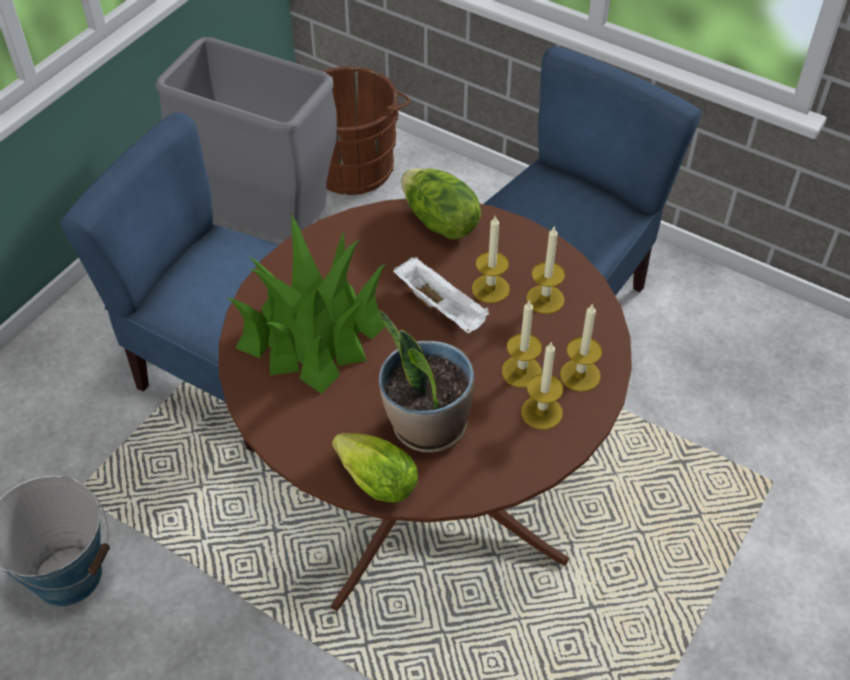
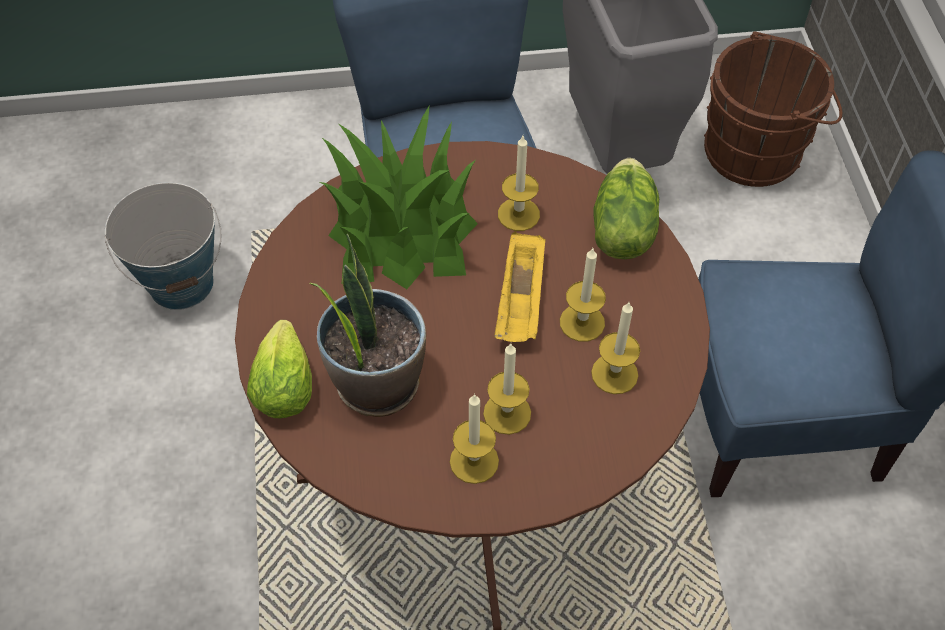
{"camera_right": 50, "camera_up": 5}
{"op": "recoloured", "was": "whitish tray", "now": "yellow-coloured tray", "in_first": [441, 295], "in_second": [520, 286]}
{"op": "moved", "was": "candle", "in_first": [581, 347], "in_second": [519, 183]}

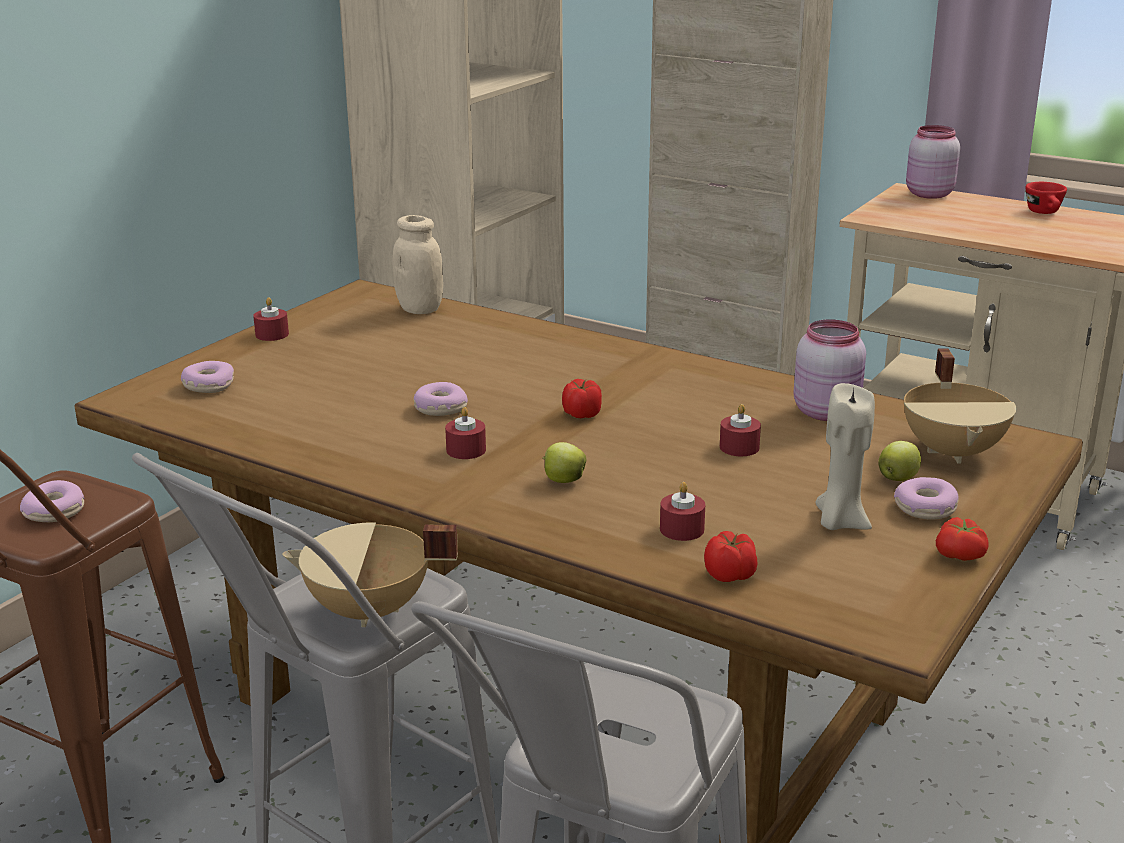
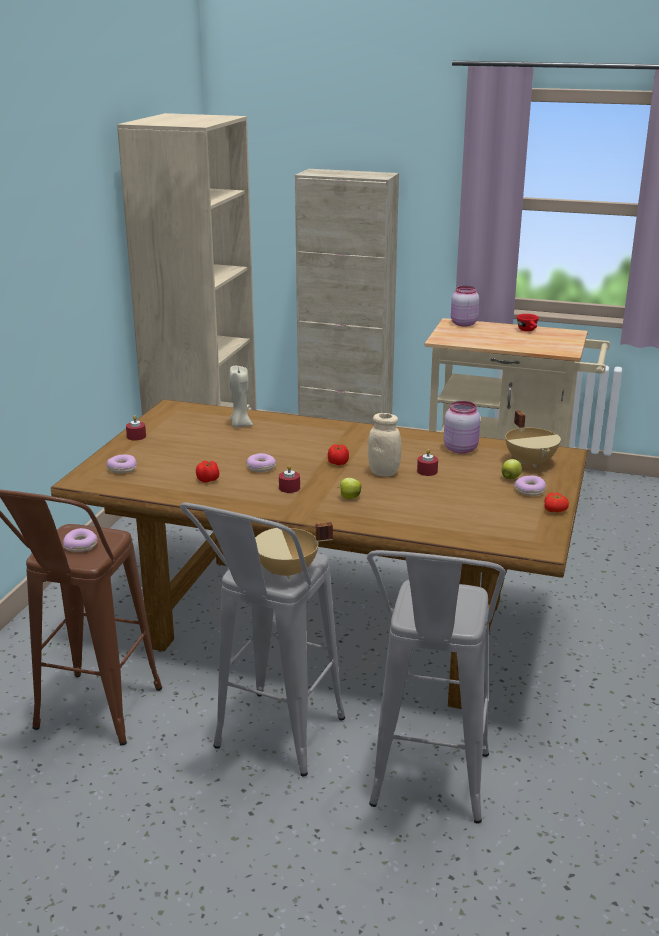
{"camera_right": -15, "camera_up": 0}
{"op": "moved", "was": "sand-coloured preserve jar", "in_first": [418, 264], "in_second": [384, 445]}
{"op": "moved", "was": "sand-coloured candle", "in_first": [845, 456], "in_second": [241, 397]}
{"op": "removed", "was": "red candle", "in_first": [682, 511]}
{"op": "moved", "was": "whole tomato", "in_first": [731, 556], "in_second": [207, 472]}

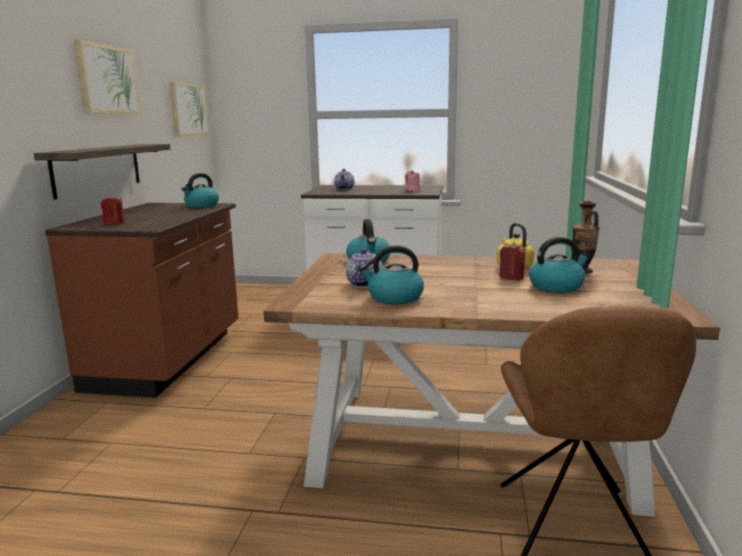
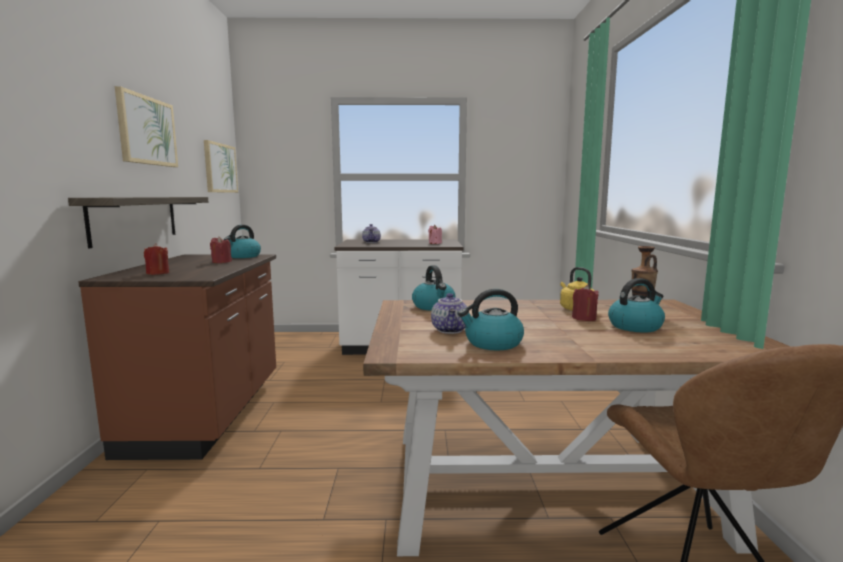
{"camera_right": -10, "camera_up": -5}
{"op": "added", "now": "red candle", "in_second": [221, 249]}

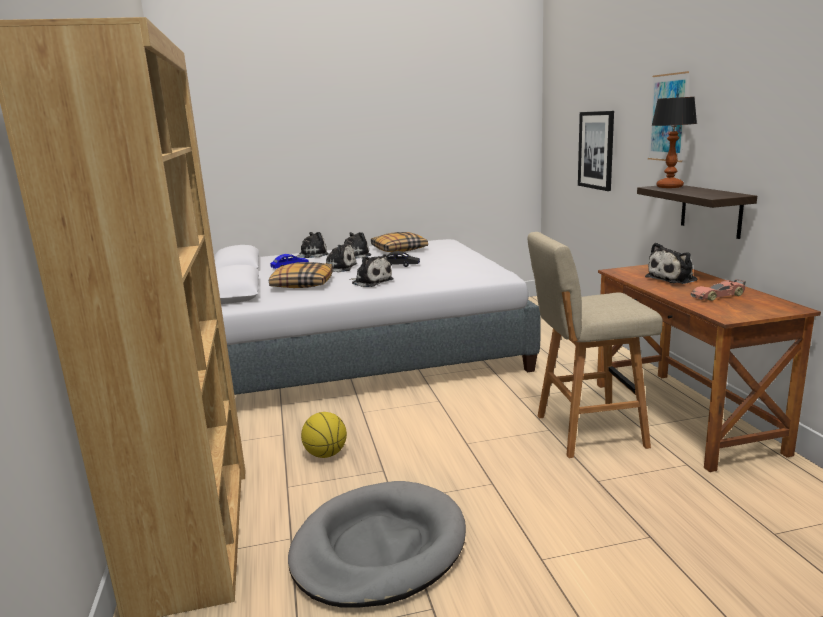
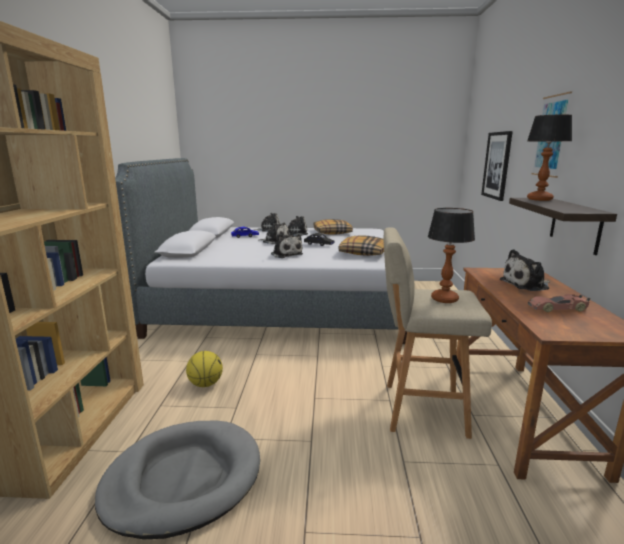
{"camera_right": 15, "camera_up": 0}
{"op": "moved", "was": "cushion", "in_first": [301, 275], "in_second": [361, 245]}
{"op": "added", "now": "tabletop lamp", "in_second": [451, 255]}

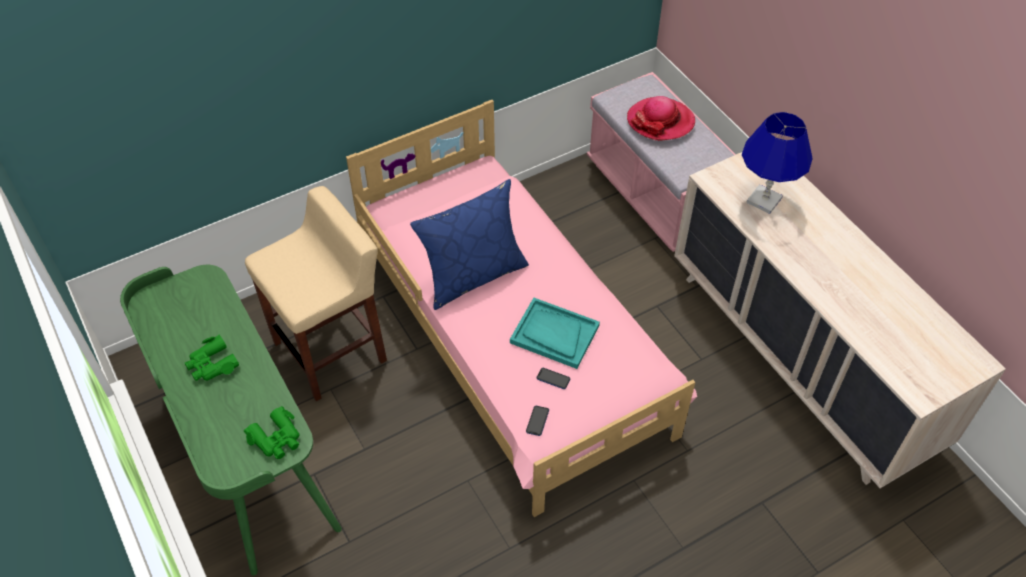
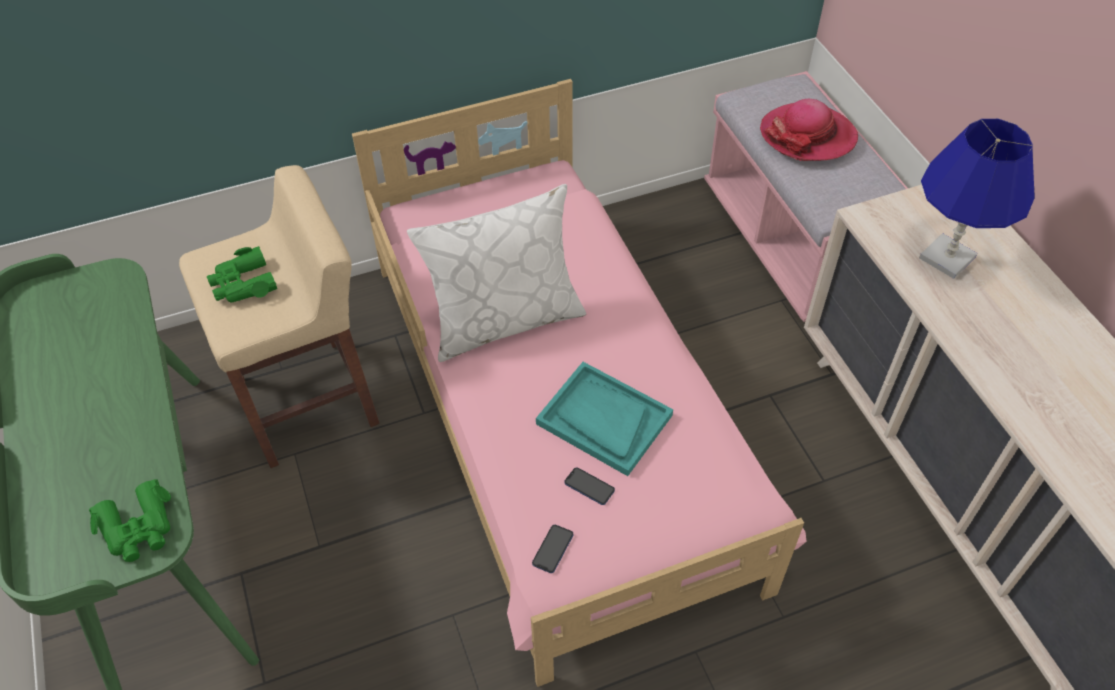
{"camera_right": 10, "camera_up": 0}
{"op": "recoloured", "was": "bluish cushion", "now": "whitish cushion", "in_first": [469, 244], "in_second": [496, 273]}
{"op": "moved", "was": "green pair of binoculars", "in_first": [212, 357], "in_second": [242, 274]}

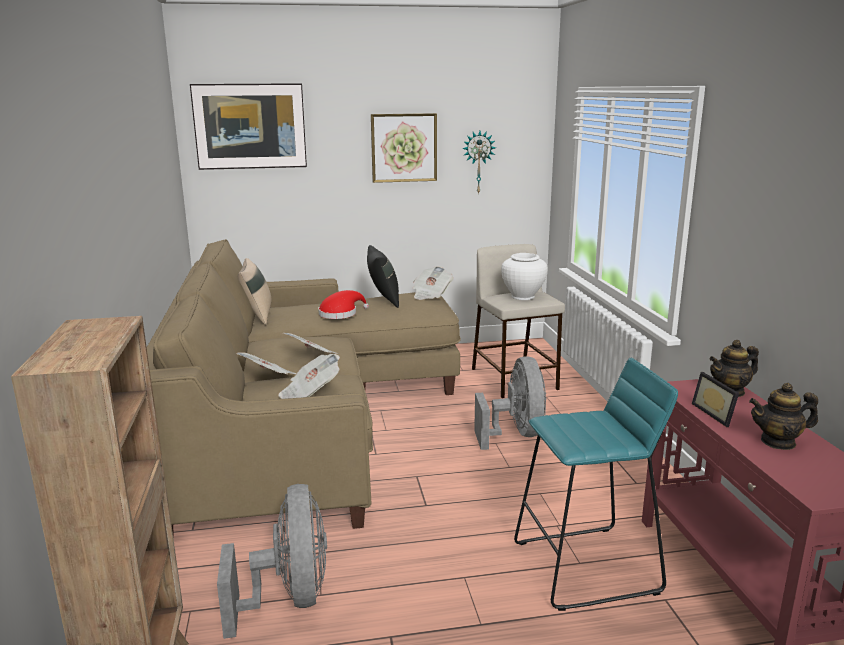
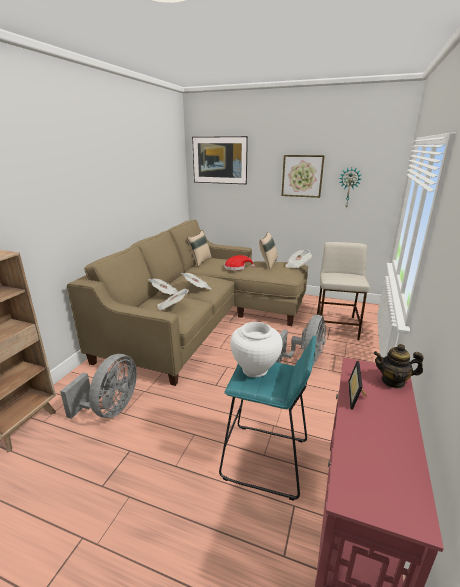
{"camera_right": 30, "camera_up": 5}
{"op": "recoloured", "was": "black-coloured cushion", "now": "sand-coloured cushion", "in_first": [383, 276], "in_second": [268, 251]}
{"op": "moved", "was": "whitish flower vase", "in_first": [524, 276], "in_second": [256, 349]}
{"op": "removed", "was": "teapot", "in_first": [783, 416]}

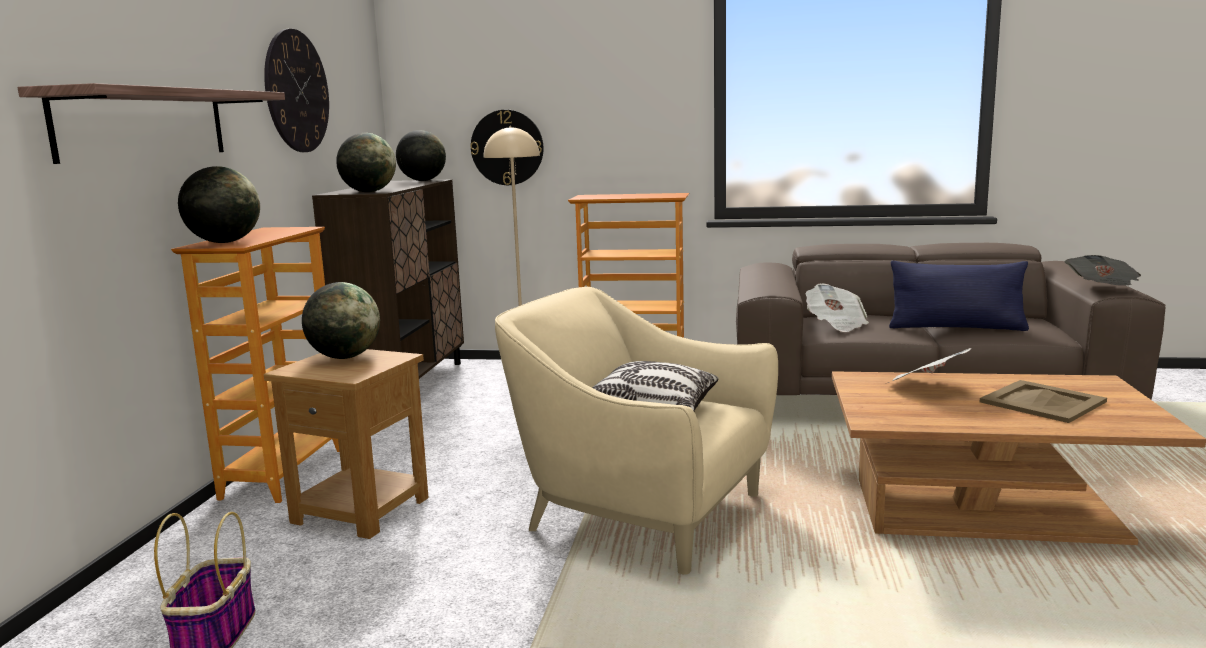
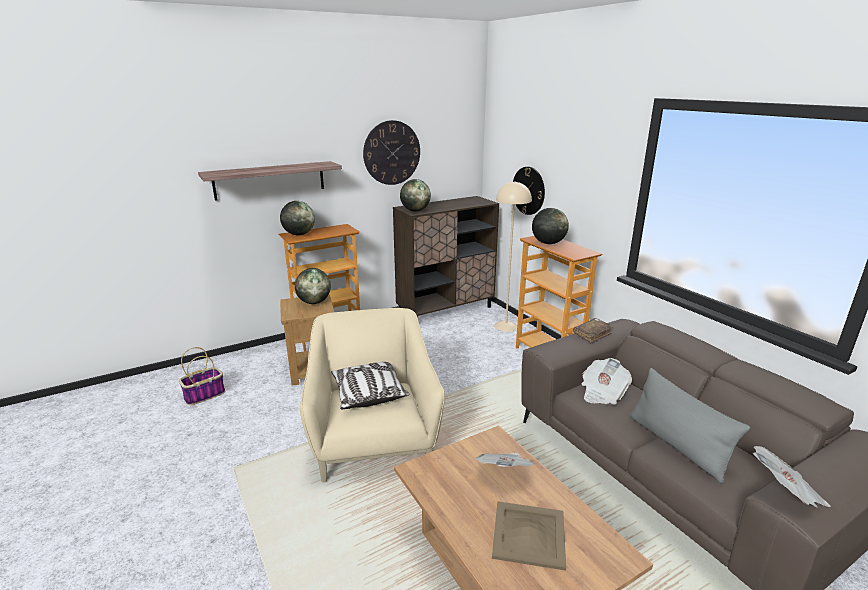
{"camera_right": 50, "camera_up": 10}
{"op": "moved", "was": "desk globe", "in_first": [421, 155], "in_second": [550, 226]}
{"op": "recoloured", "was": "bluish cushion", "now": "greyish cushion", "in_first": [959, 296], "in_second": [689, 425]}
{"op": "added", "now": "brown bound book", "in_second": [593, 331]}

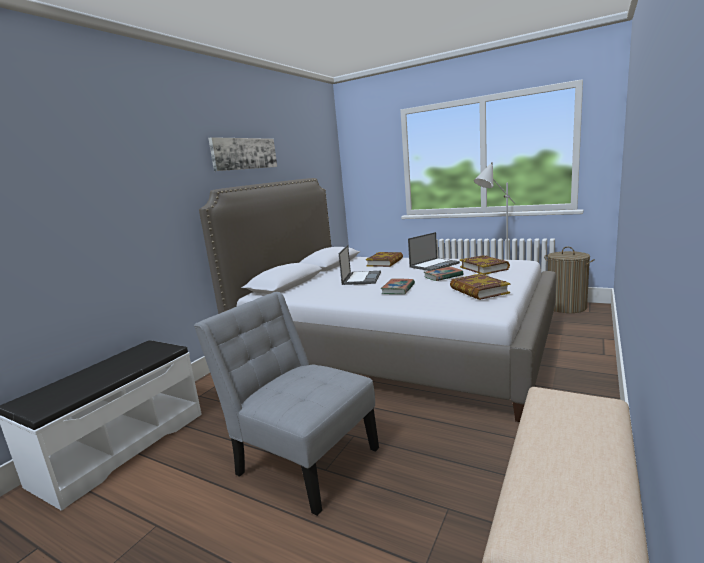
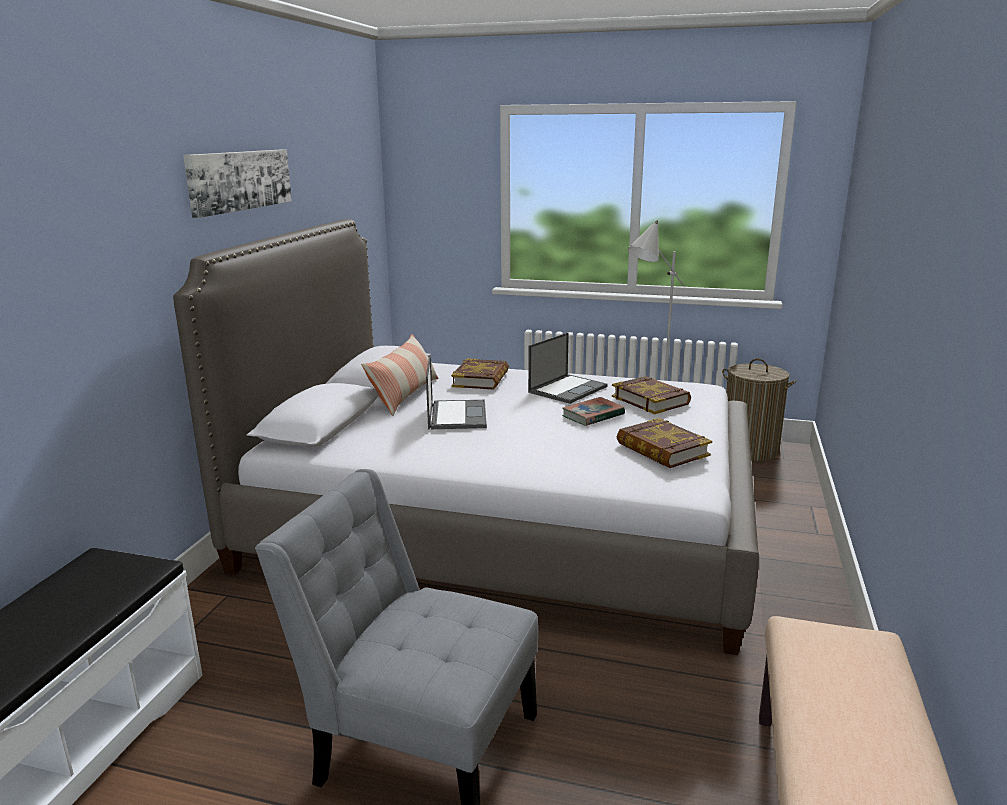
{"camera_right": -15, "camera_up": 5}
{"op": "removed", "was": "bound book", "in_first": [398, 286]}
{"op": "added", "now": "cushion", "in_second": [400, 375]}

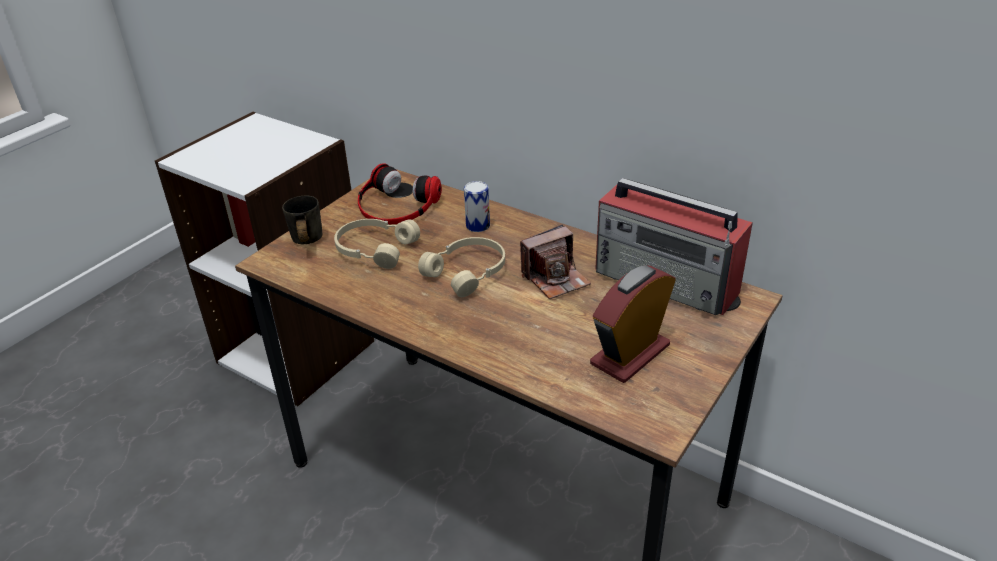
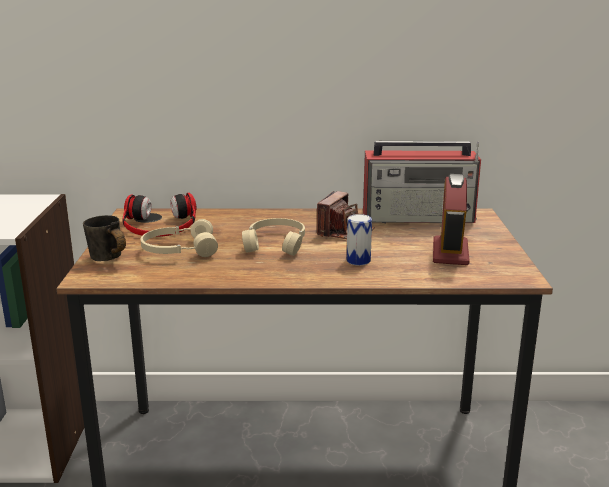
{"camera_right": -35, "camera_up": -15}
{"op": "moved", "was": "metal can", "in_first": [477, 206], "in_second": [359, 240]}

